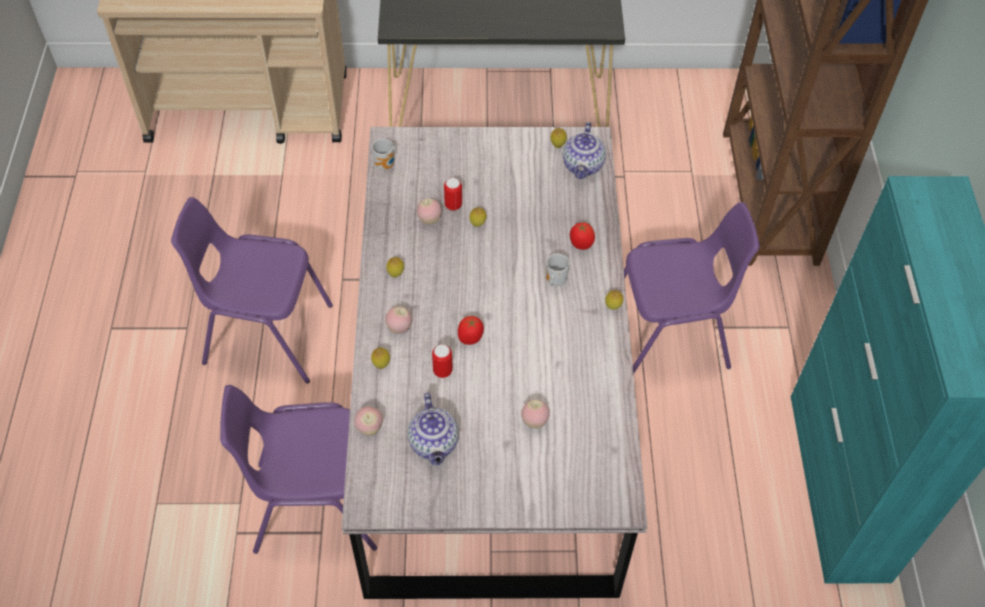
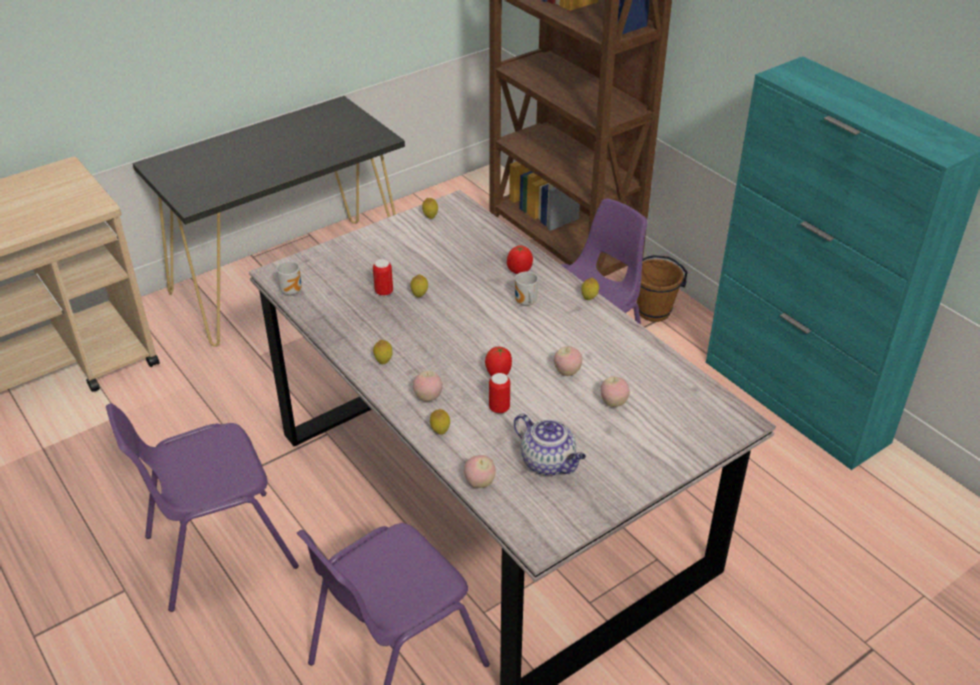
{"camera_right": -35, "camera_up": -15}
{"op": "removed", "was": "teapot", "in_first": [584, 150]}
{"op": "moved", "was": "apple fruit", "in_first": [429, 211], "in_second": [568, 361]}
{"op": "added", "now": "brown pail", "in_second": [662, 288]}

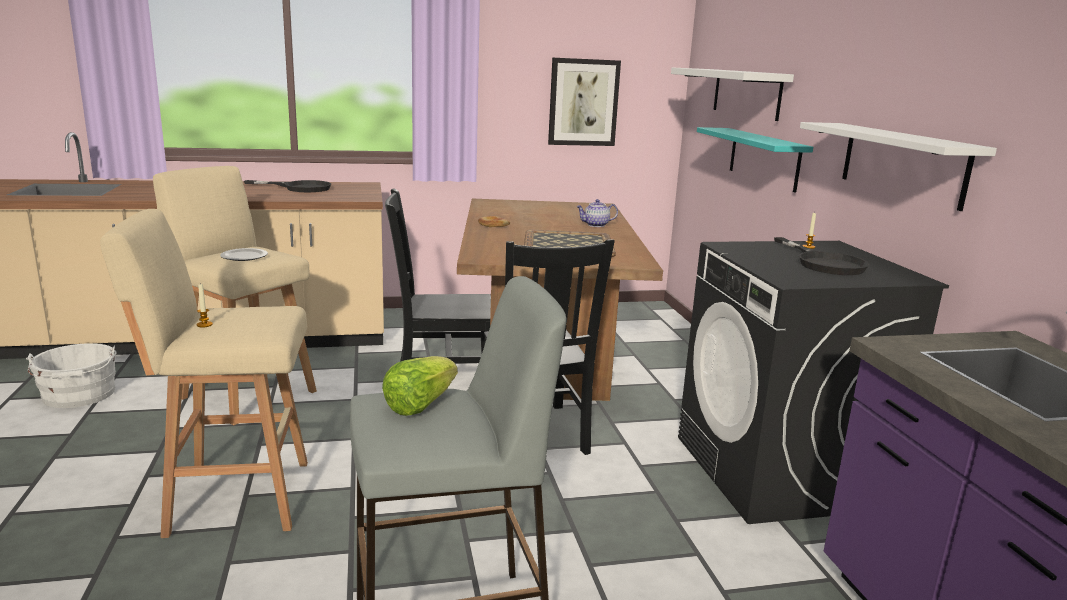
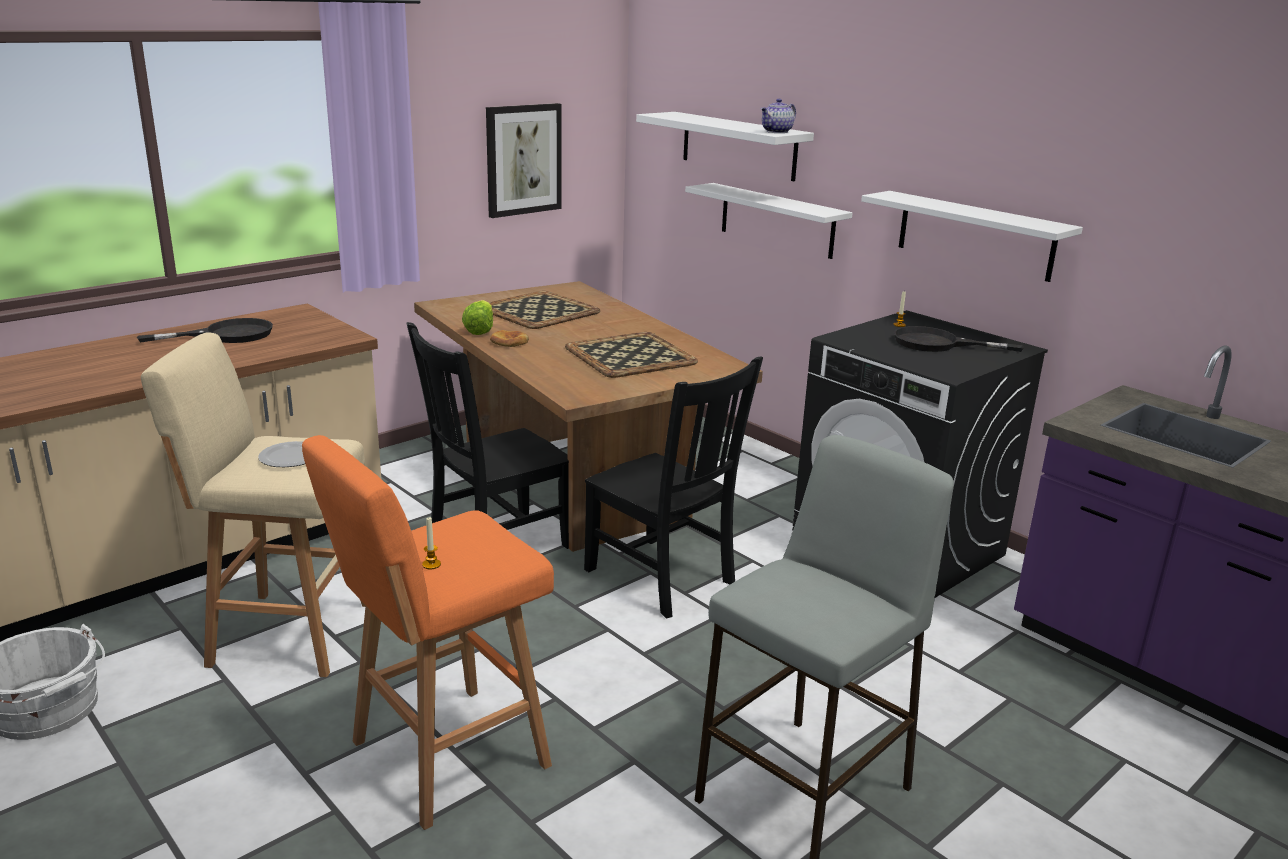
{"camera_right": -30, "camera_up": 5}
{"op": "recoloured", "was": "blue-green shelf", "now": "whitish shelf", "in_first": [755, 159], "in_second": [769, 221]}
{"op": "moved", "was": "teapot", "in_first": [597, 213], "in_second": [778, 116]}
{"op": "recoloured", "was": "sand-coloured stool seat", "now": "orange stool seat", "in_first": [204, 373], "in_second": [428, 632]}
{"op": "turned", "was": "black-coloured skillet", "in_first": [821, 256], "in_second": [959, 339], "clockwise": 150}
{"op": "moved", "was": "lettuce head", "in_first": [420, 386], "in_second": [477, 317]}
{"op": "added", "now": "tray", "in_second": [544, 310]}

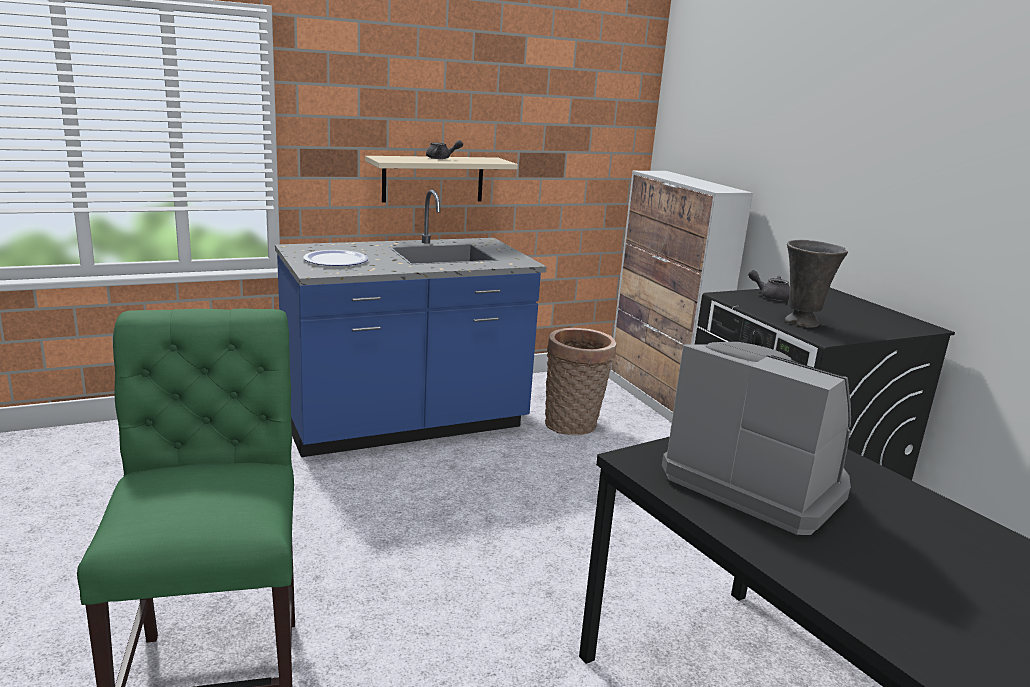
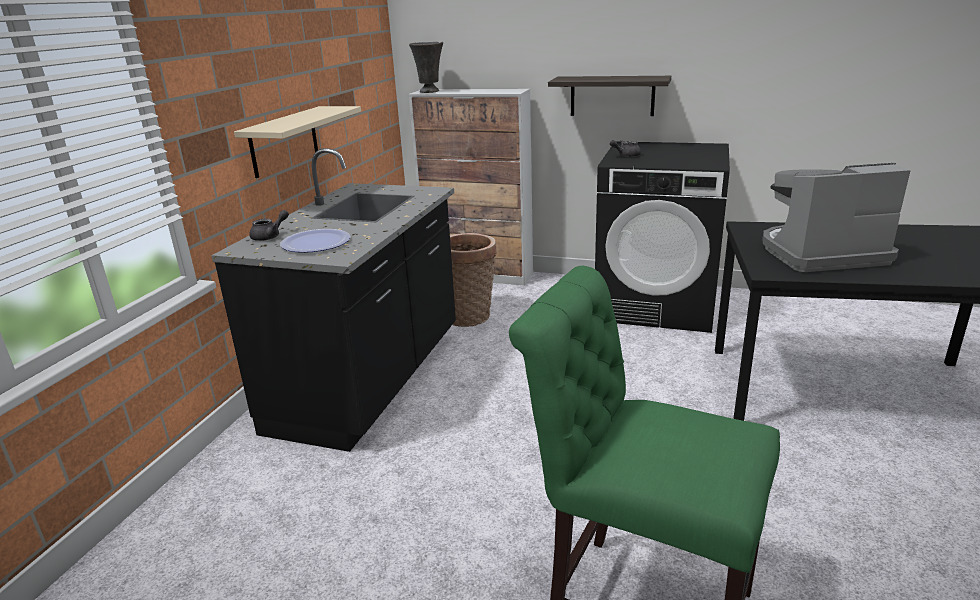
{"camera_right": -45, "camera_up": 5}
{"op": "moved", "was": "greyish teapot", "in_first": [444, 149], "in_second": [269, 225]}
{"op": "recoloured", "was": "bluish kitchen counter", "now": "black-coloured kitchen counter", "in_first": [411, 323], "in_second": [333, 300]}
{"op": "moved", "was": "greyish flower vase", "in_first": [816, 283], "in_second": [426, 67]}
{"op": "added", "now": "shelf", "in_second": [609, 96]}

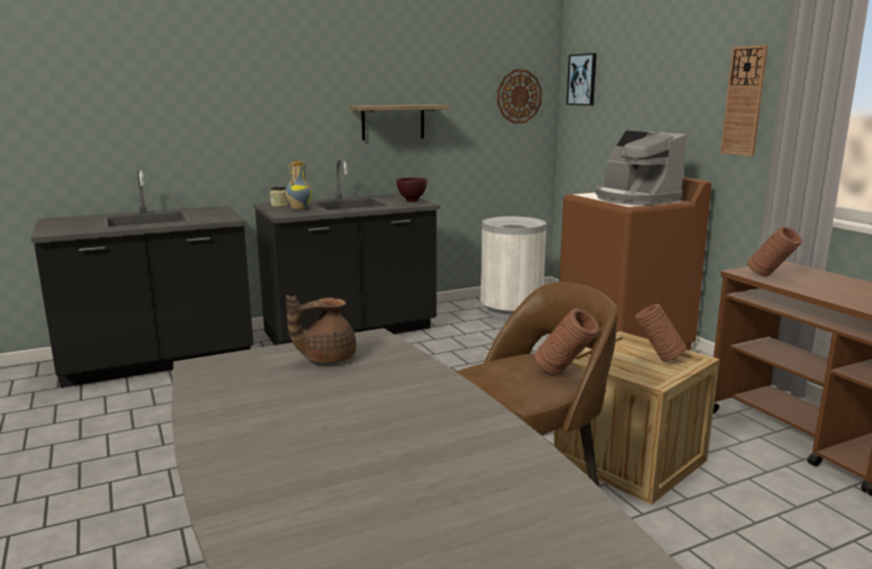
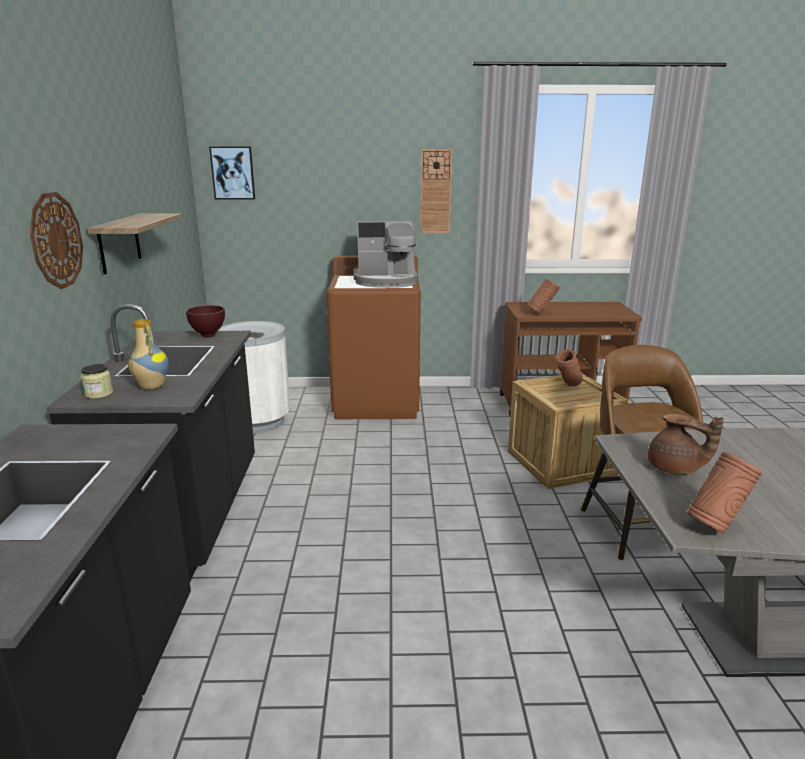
{"camera_right": -65, "camera_up": 5}
{"op": "moved", "was": "hanging clock", "in_first": [519, 96], "in_second": [56, 240]}
{"op": "turned", "was": "brown teapot", "in_first": [321, 329], "in_second": [686, 444], "clockwise": -45}
{"op": "moved", "was": "brown flower vase", "in_first": [566, 342], "in_second": [724, 492]}

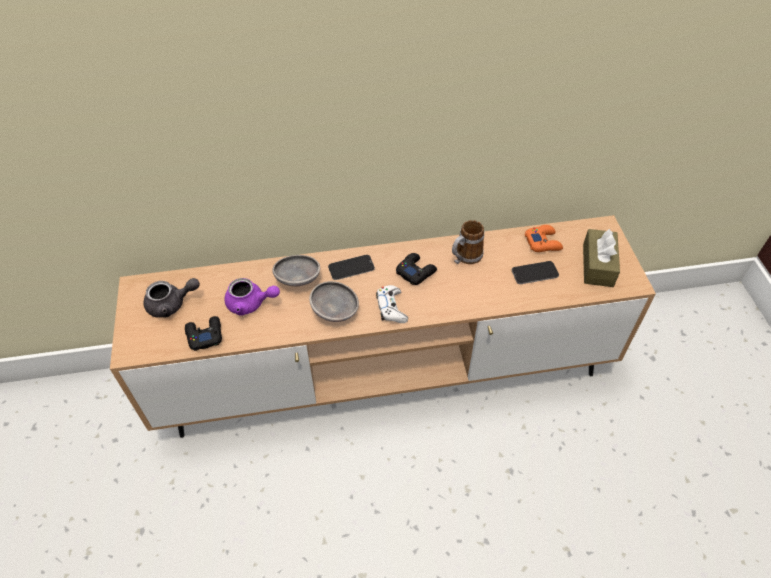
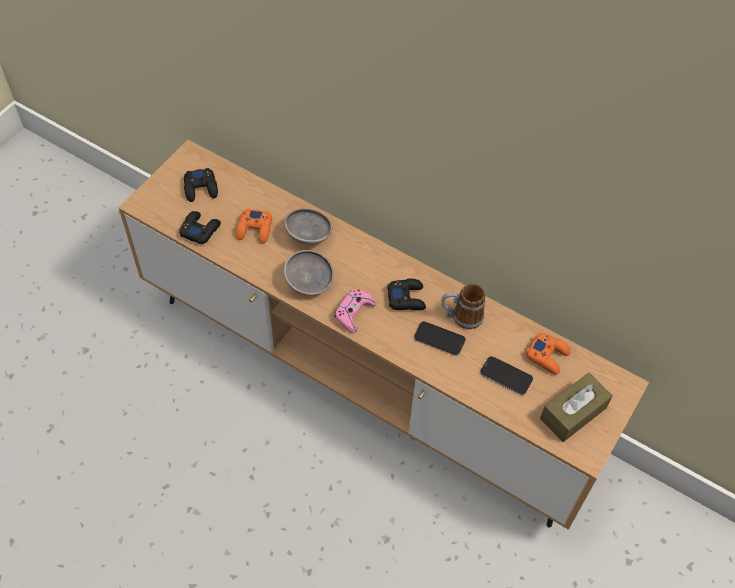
{"camera_right": 40, "camera_up": 5}
{"op": "moved", "was": "telephone", "in_first": [351, 267], "in_second": [440, 338]}
{"op": "replaced", "was": "greyish teapot", "now": "black-coloured gamepad", "in_first": [172, 298], "in_second": [201, 185]}
{"op": "replaced", "was": "purplish teapot", "now": "orange gamepad", "in_first": [252, 297], "in_second": [254, 226]}
{"op": "recoloured", "was": "whitish gamepad", "now": "pinkish gamepad", "in_first": [392, 304], "in_second": [355, 311]}

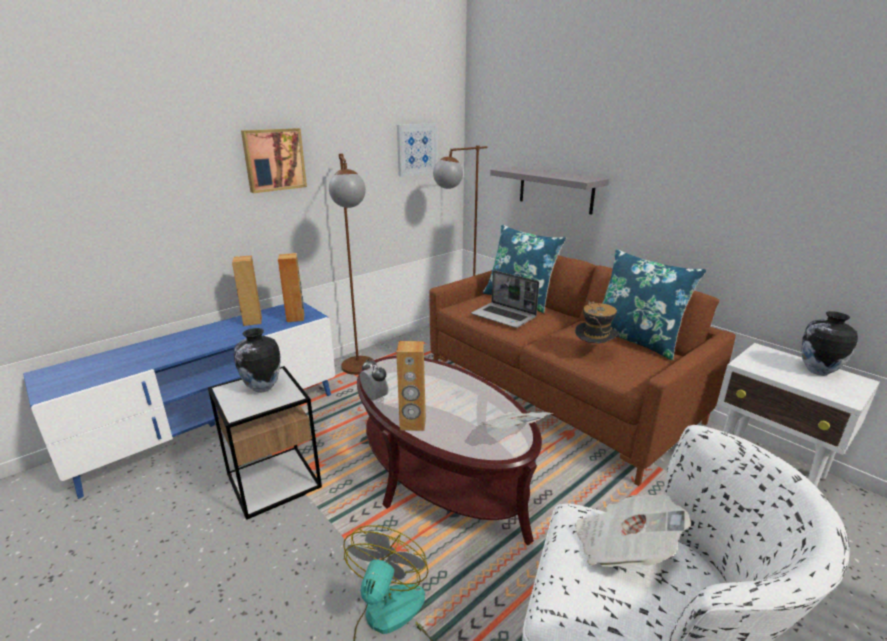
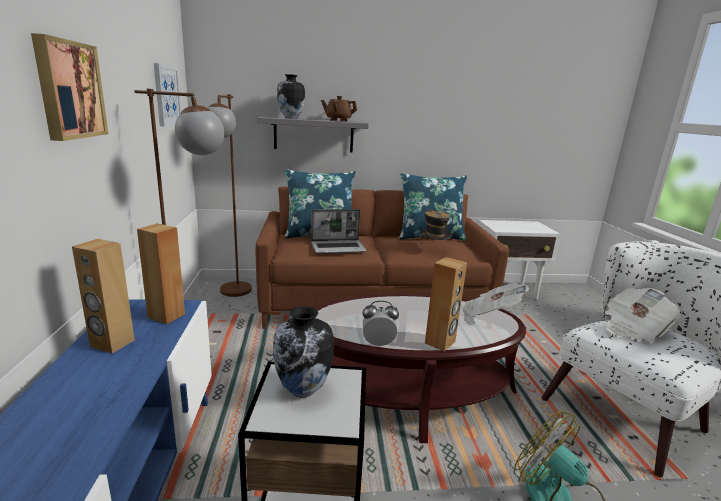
{"camera_right": -55, "camera_up": -5}
{"op": "moved", "was": "flower vase", "in_first": [830, 343], "in_second": [291, 96]}
{"op": "added", "now": "brown teapot", "in_second": [339, 108]}

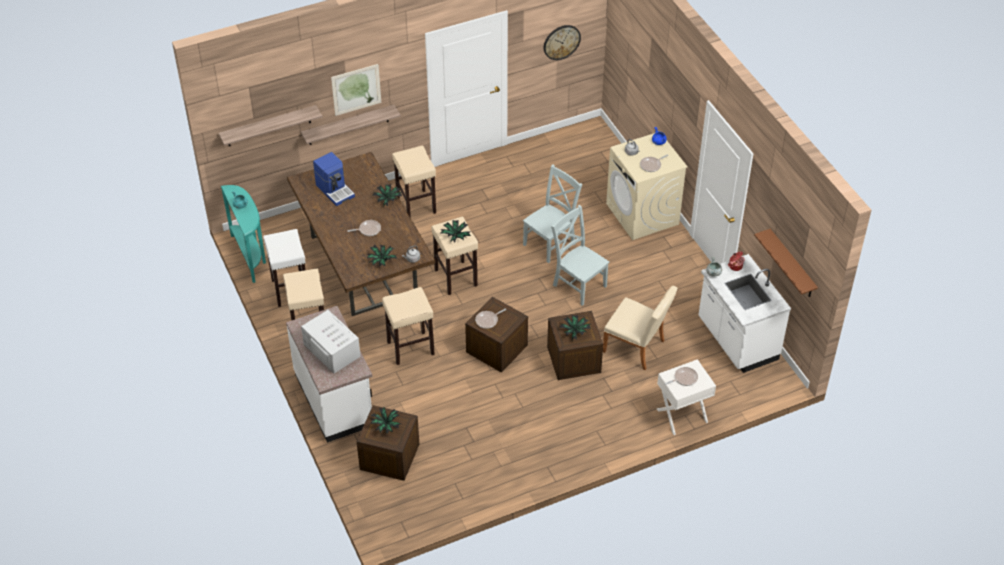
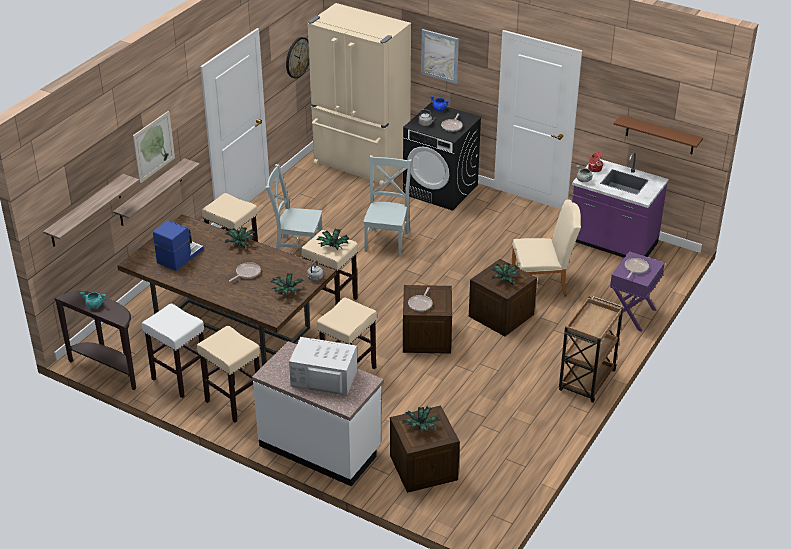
{"camera_right": -35, "camera_up": -10}
{"op": "recoloured", "was": "sand-coloured laundry machine", "now": "black-coloured laundry machine", "in_first": [647, 186], "in_second": [442, 156]}
{"op": "turned", "was": "coffee maker", "in_first": [334, 179], "in_second": [178, 246], "clockwise": -75}
{"op": "recoloured", "was": "blue-green hall table", "now": "brown hall table", "in_first": [243, 234], "in_second": [95, 340]}
{"op": "moved", "was": "greyish upright chair", "in_first": [580, 255], "in_second": [294, 213]}
{"op": "recoloured", "was": "whitish kitchen counter", "now": "purplish kitchen counter", "in_first": [744, 313], "in_second": [620, 205]}
{"op": "recoloured", "was": "whitish nightstand", "now": "purplish nightstand", "in_first": [686, 397], "in_second": [637, 291]}
{"op": "added", "now": "sand-coloured kitchen fridge", "in_second": [359, 94]}
{"op": "added", "now": "wall picture", "in_second": [440, 56]}
{"op": "added", "now": "brown trolley", "in_second": [591, 349]}

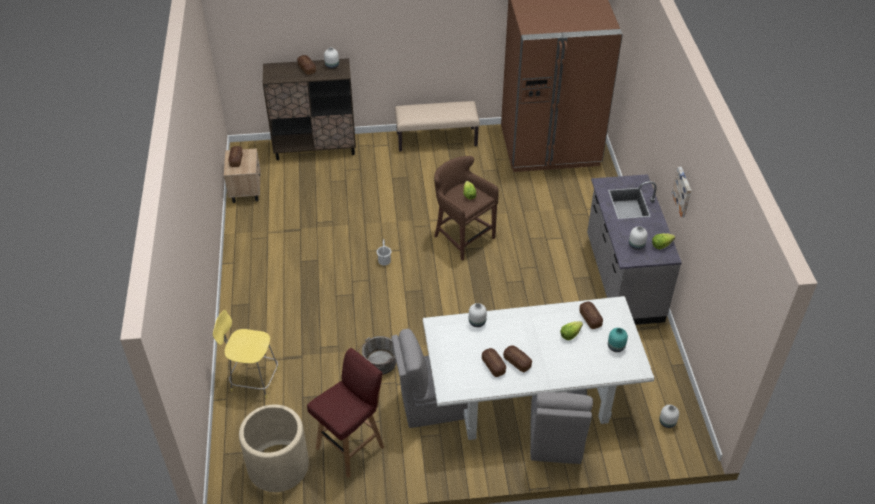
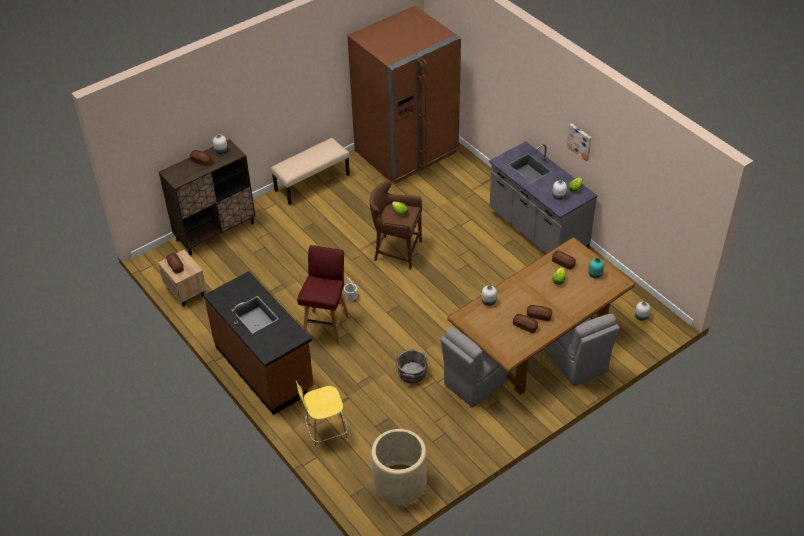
{"camera_right": -30, "camera_up": 0}
{"op": "recoloured", "was": "whitish dinner table", "now": "brown dinner table", "in_first": [539, 368], "in_second": [541, 316]}
{"op": "moved", "was": "red stool seat", "in_first": [345, 413], "in_second": [323, 295]}
{"op": "added", "now": "brown kitchen counter", "in_second": [259, 343]}

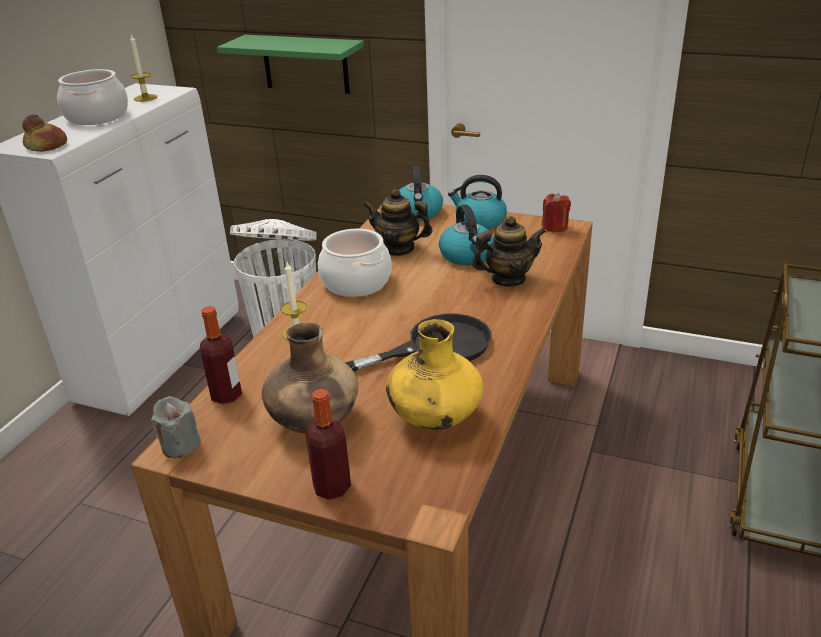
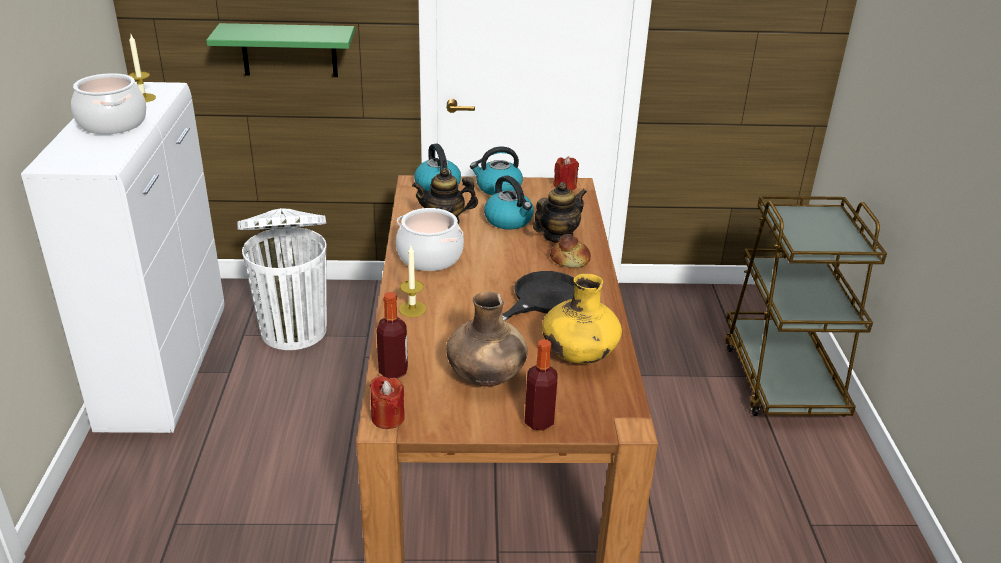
{"camera_right": -25, "camera_up": 0}
{"op": "moved", "was": "bakery bread", "in_first": [44, 133], "in_second": [570, 251]}
{"op": "recoloured", "was": "greyish candle", "now": "red candle", "in_first": [176, 427], "in_second": [387, 402]}

